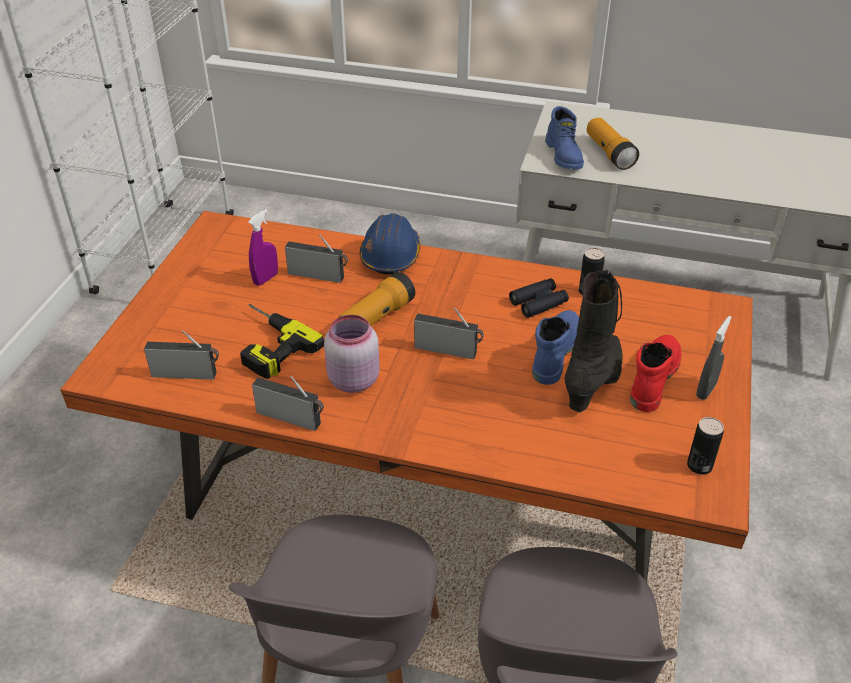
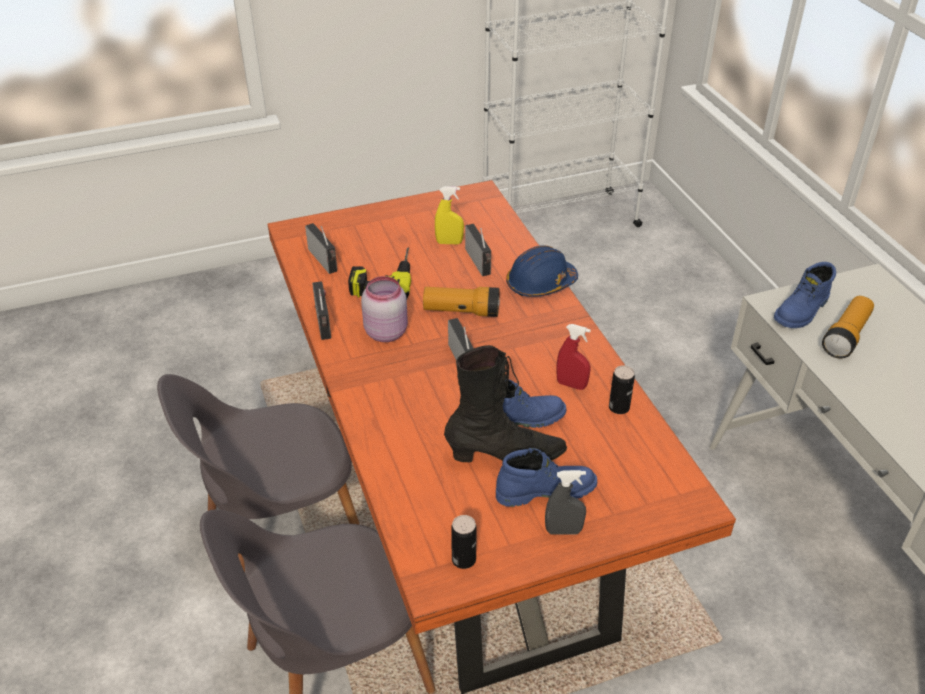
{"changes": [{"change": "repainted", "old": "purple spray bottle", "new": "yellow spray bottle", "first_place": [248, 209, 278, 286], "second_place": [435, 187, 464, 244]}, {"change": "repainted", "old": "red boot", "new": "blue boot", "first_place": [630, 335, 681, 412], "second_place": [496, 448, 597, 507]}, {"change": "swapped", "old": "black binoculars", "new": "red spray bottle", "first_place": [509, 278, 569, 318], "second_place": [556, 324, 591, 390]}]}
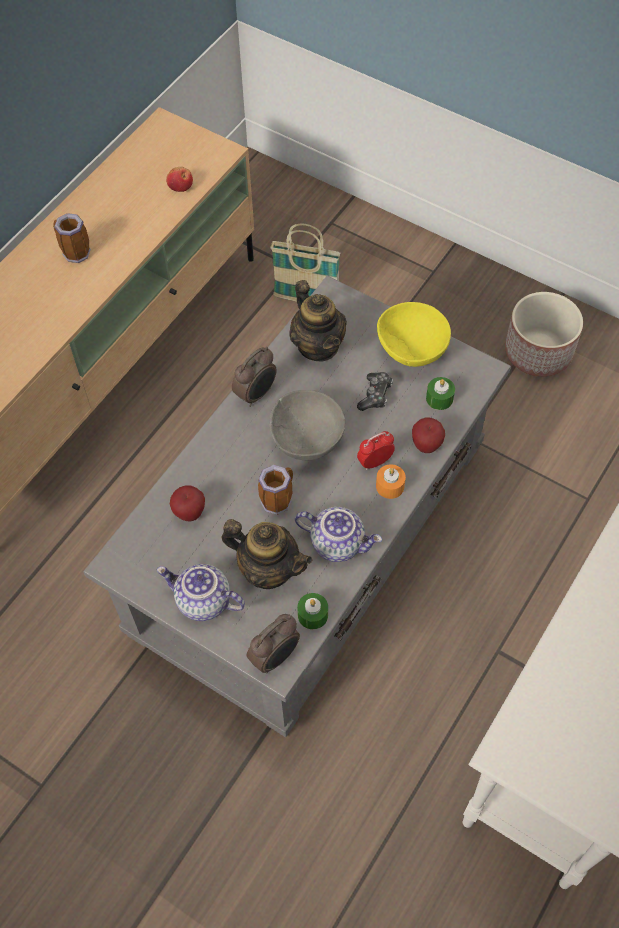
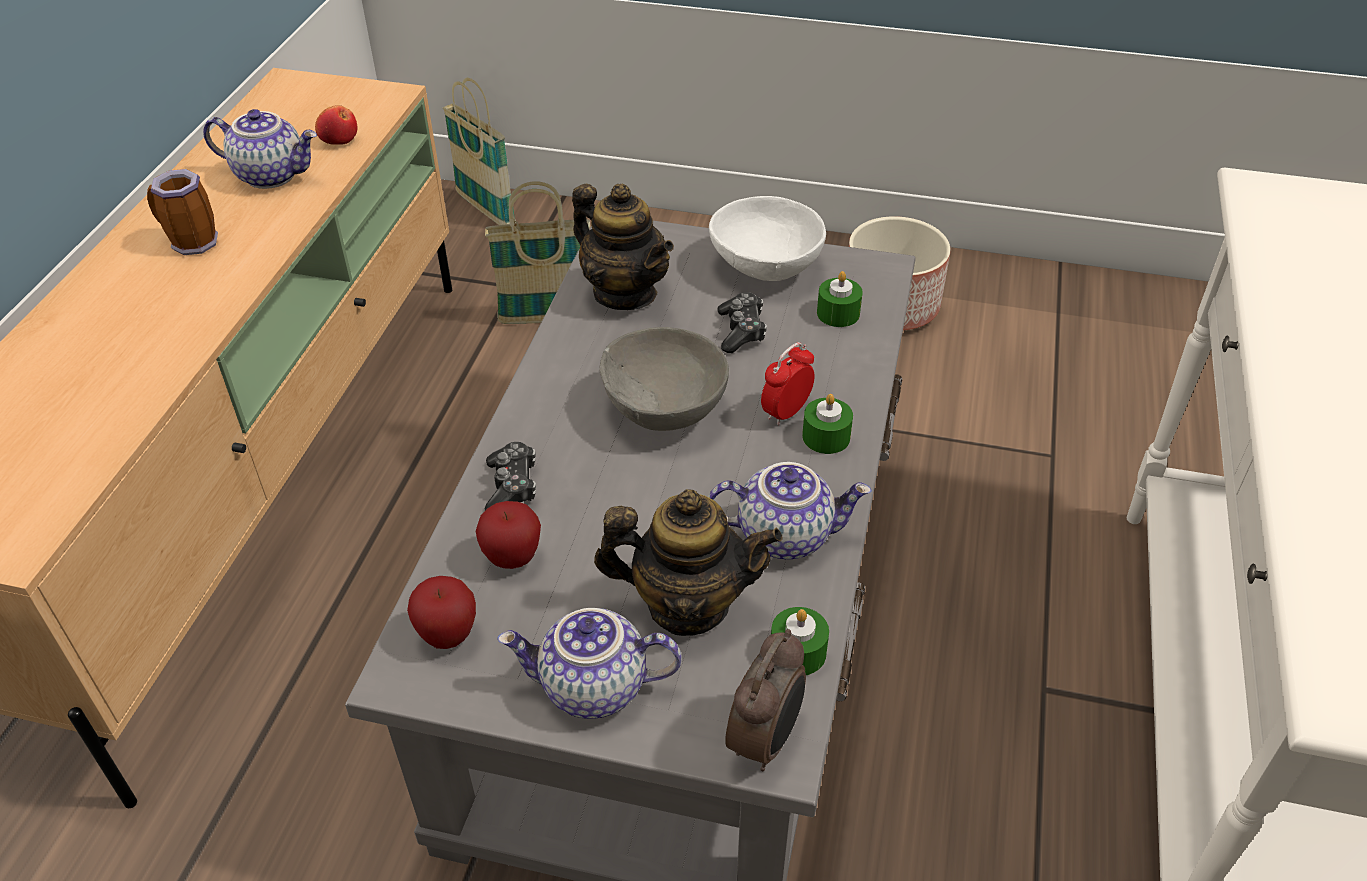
{"changes": [{"change": "new", "new": "teapot", "second_place": [203, 109, 317, 189]}, {"change": "shifted", "old": "apple", "first_place": [412, 417, 445, 453], "second_place": [407, 576, 476, 649]}, {"change": "new", "new": "basket", "second_place": [442, 78, 516, 225]}, {"change": "new", "new": "game controller", "second_place": [485, 442, 536, 510]}, {"change": "repainted", "old": "yellow bowl", "new": "white bowl", "first_place": [377, 302, 451, 367], "second_place": [709, 196, 826, 281]}, {"change": "repainted", "old": "orange candle", "new": "green candle", "first_place": [376, 464, 406, 499], "second_place": [802, 394, 853, 454]}, {"change": "gone", "old": "alarm clock", "first_place": [232, 347, 277, 407]}, {"change": "gone", "old": "mug", "first_place": [258, 465, 293, 515]}]}
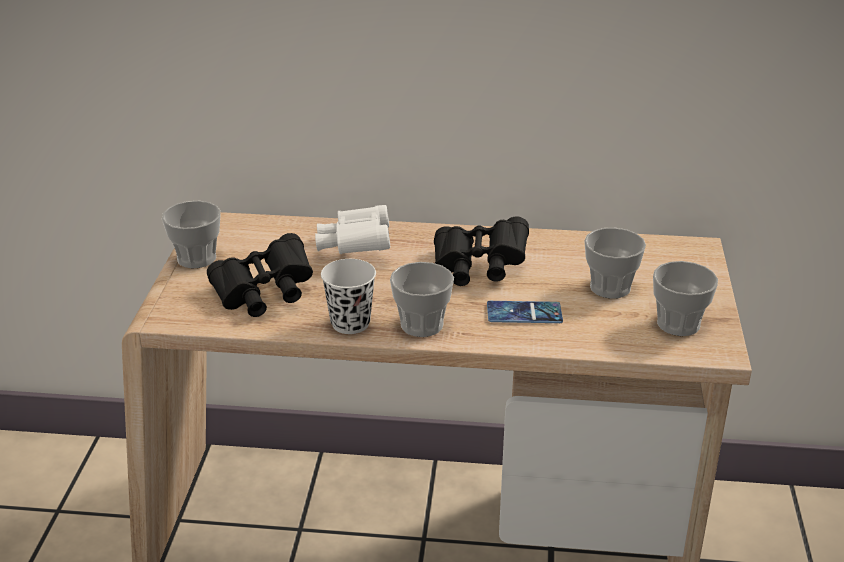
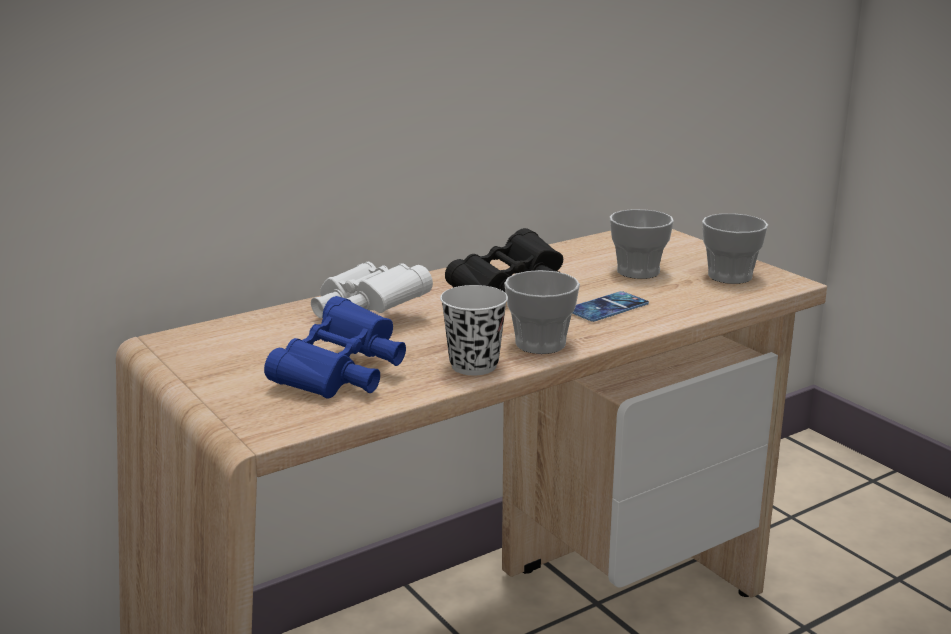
{"changes": [{"change": "repainted", "old": "black binoculars", "new": "blue binoculars", "first_place": [207, 233, 313, 317], "second_place": [264, 296, 406, 399]}, {"change": "gone", "old": "cup", "first_place": [162, 201, 221, 268]}]}
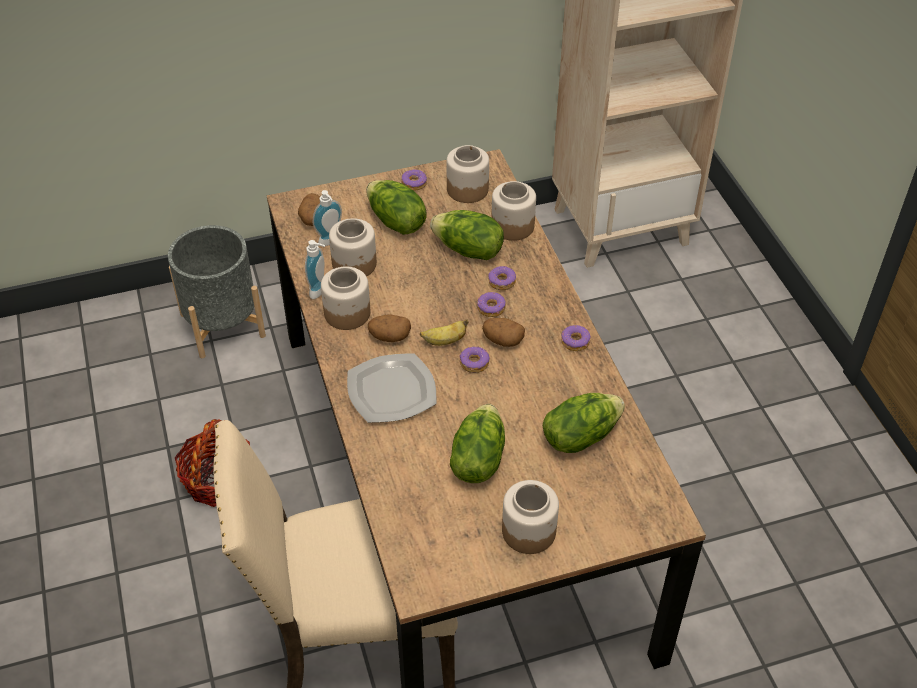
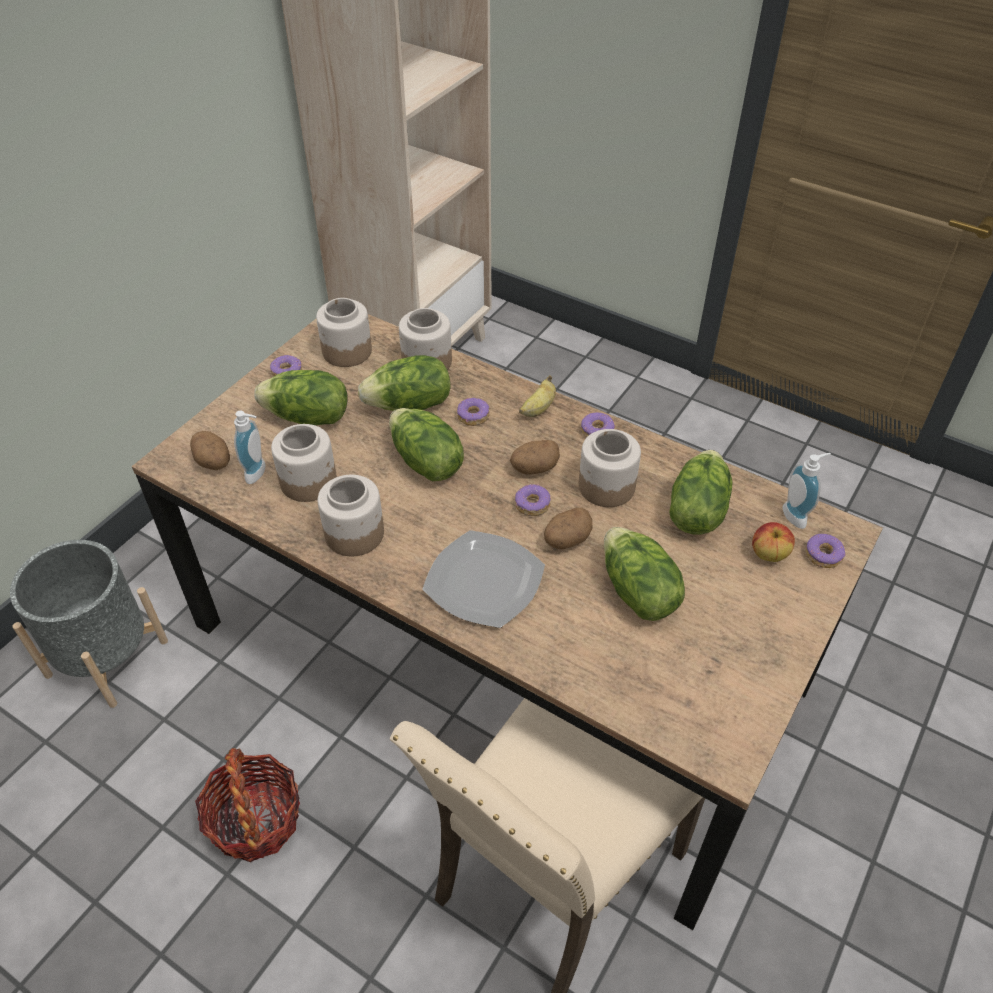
{"changes": [{"change": "new", "new": "lettuce", "second_place": [389, 408, 464, 481]}, {"change": "shifted", "old": "banana", "first_place": [420, 319, 469, 346], "second_place": [519, 375, 556, 417]}, {"change": "shifted", "old": "potato", "first_place": [368, 314, 411, 342], "second_place": [544, 508, 593, 549]}, {"change": "shifted", "old": "jar", "first_place": [502, 480, 559, 554], "second_place": [579, 429, 641, 507]}, {"change": "new", "new": "apple", "second_place": [752, 522, 795, 562]}, {"change": "shifted", "old": "soap dispenser", "first_place": [305, 240, 325, 299], "second_place": [782, 453, 831, 529]}, {"change": "shifted", "old": "donut", "first_place": [477, 292, 506, 317], "second_place": [806, 534, 846, 568]}]}
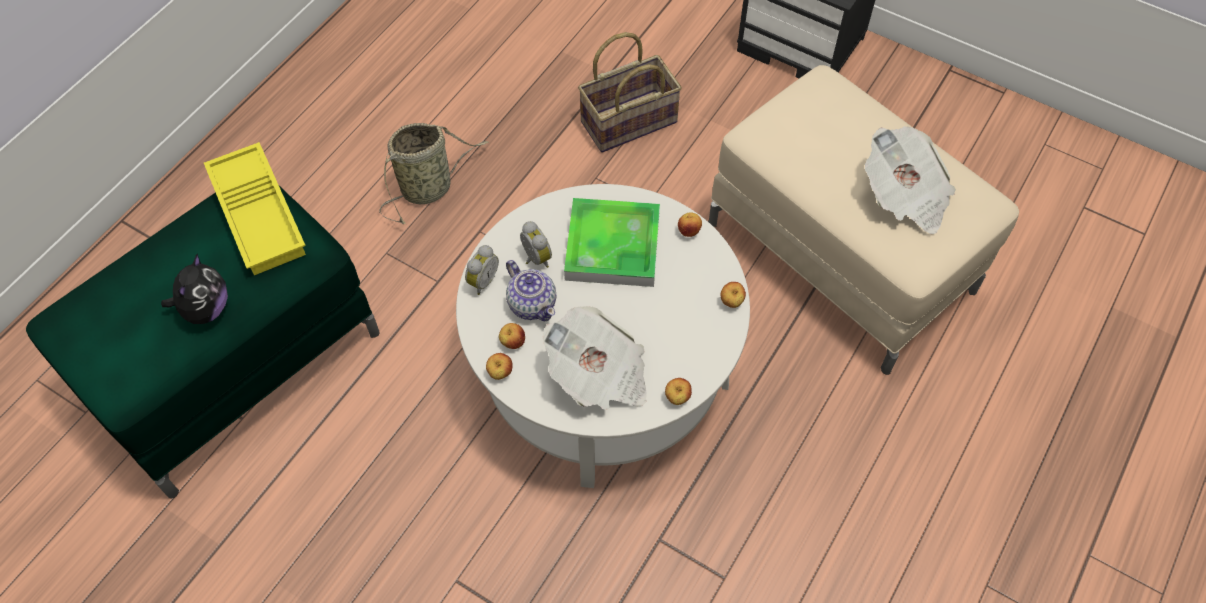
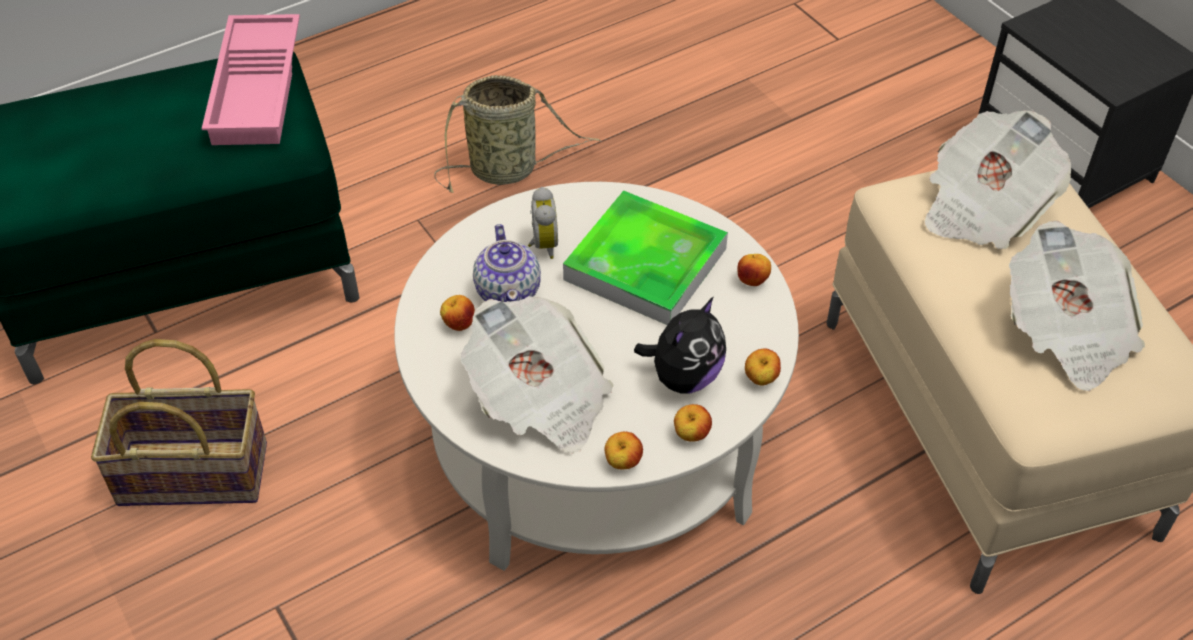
{"changes": [{"change": "shifted", "old": "basket", "first_place": [578, 32, 682, 152], "second_place": [91, 339, 267, 506]}, {"change": "repainted", "old": "yellow tray", "new": "pink tray", "first_place": [204, 142, 306, 275], "second_place": [202, 14, 300, 145]}, {"change": "shifted", "old": "plush toy", "first_place": [161, 254, 228, 324], "second_place": [634, 297, 726, 393]}, {"change": "shifted", "old": "apple", "first_place": [486, 353, 513, 380], "second_place": [674, 404, 712, 441]}, {"change": "new", "new": "newspaper", "second_place": [924, 110, 1071, 249]}, {"change": "gone", "old": "alarm clock", "first_place": [465, 245, 499, 295]}]}
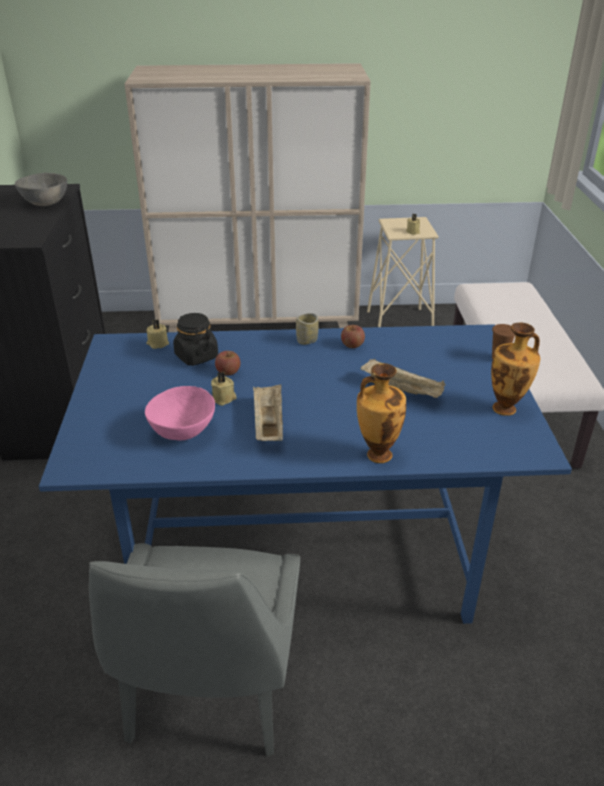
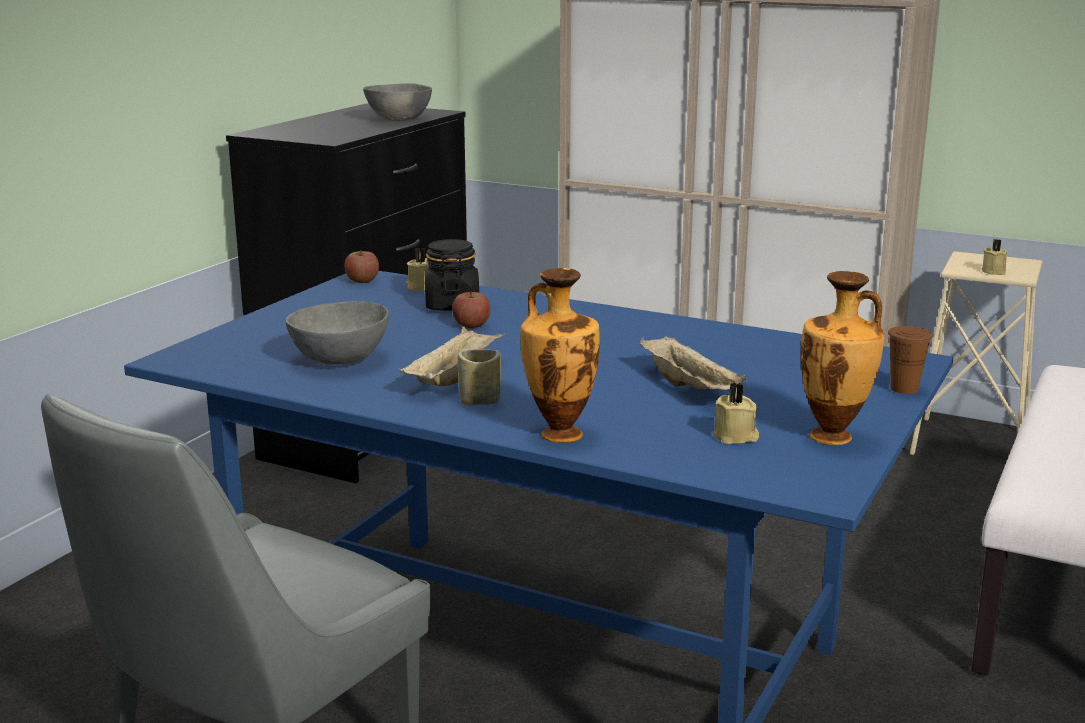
{"changes": [{"change": "repainted", "old": "pink bowl", "new": "grey bowl", "first_place": [145, 386, 215, 440], "second_place": [286, 301, 389, 365]}, {"change": "shifted", "old": "apple", "first_place": [341, 325, 365, 348], "second_place": [344, 250, 379, 283]}, {"change": "shifted", "old": "cup", "first_place": [296, 313, 318, 345], "second_place": [458, 350, 501, 405]}, {"change": "shifted", "old": "beige candle", "first_place": [211, 372, 236, 406], "second_place": [712, 383, 759, 444]}]}
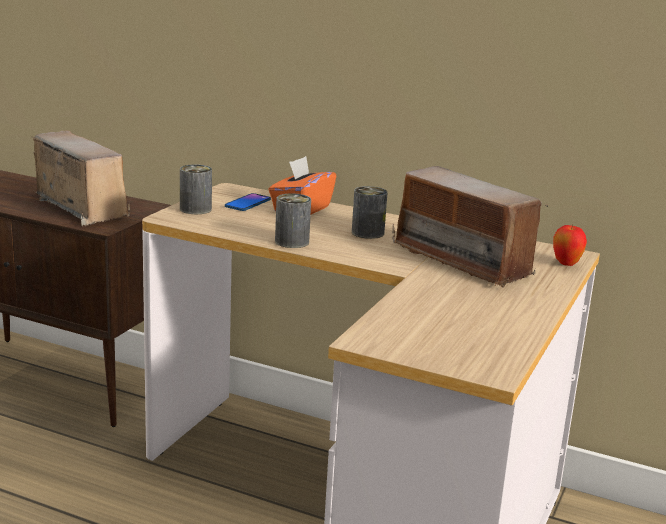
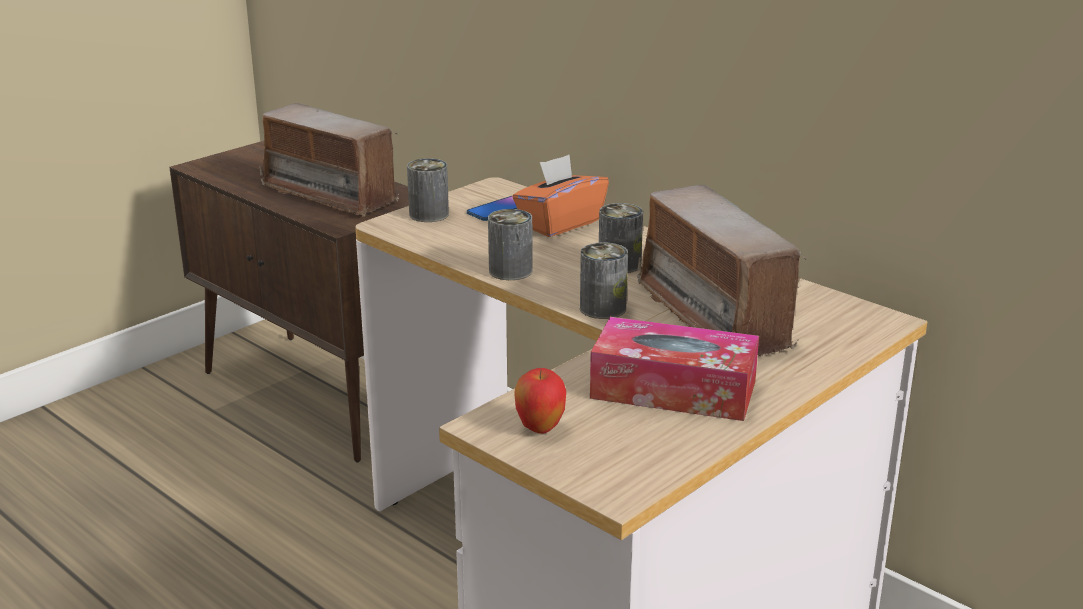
{"changes": [{"change": "rotated", "old": "radio", "first_place": [31, 130, 130, 226], "second_place": [260, 103, 399, 217], "degrees": 150}, {"change": "shifted", "old": "apple", "first_place": [553, 224, 587, 266], "second_place": [514, 368, 566, 434]}, {"change": "new", "new": "can", "second_place": [580, 242, 628, 319]}, {"change": "new", "new": "tissue box", "second_place": [590, 317, 759, 421]}]}
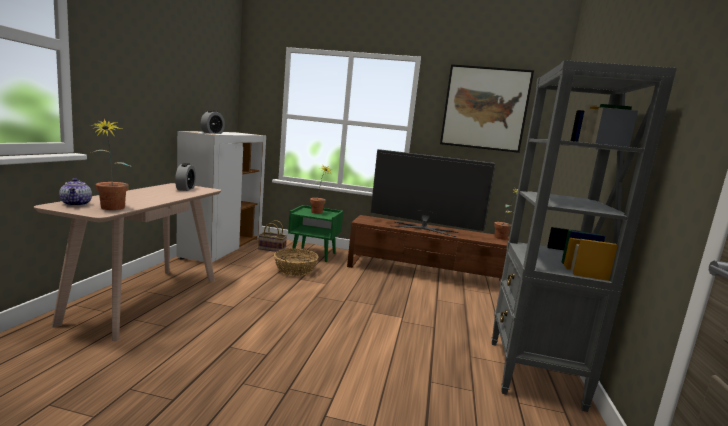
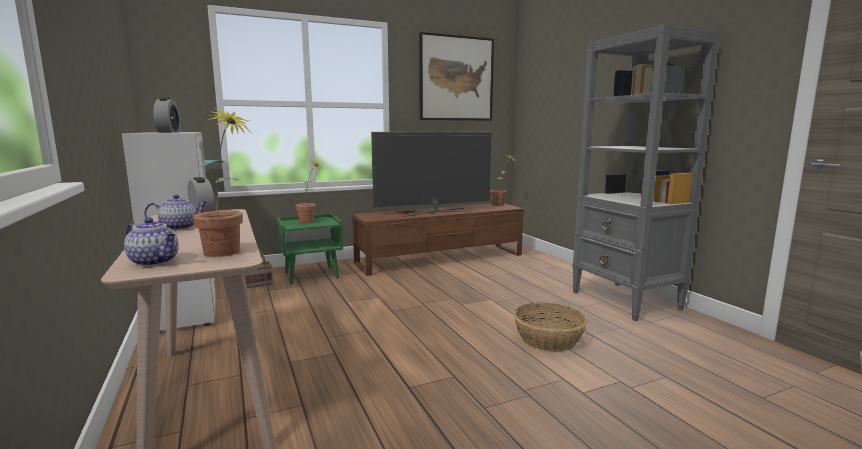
{"changes": [{"change": "new", "new": "teapot", "second_place": [144, 194, 208, 230]}, {"change": "shifted", "old": "basket", "first_place": [274, 248, 319, 276], "second_place": [514, 302, 587, 352]}]}
